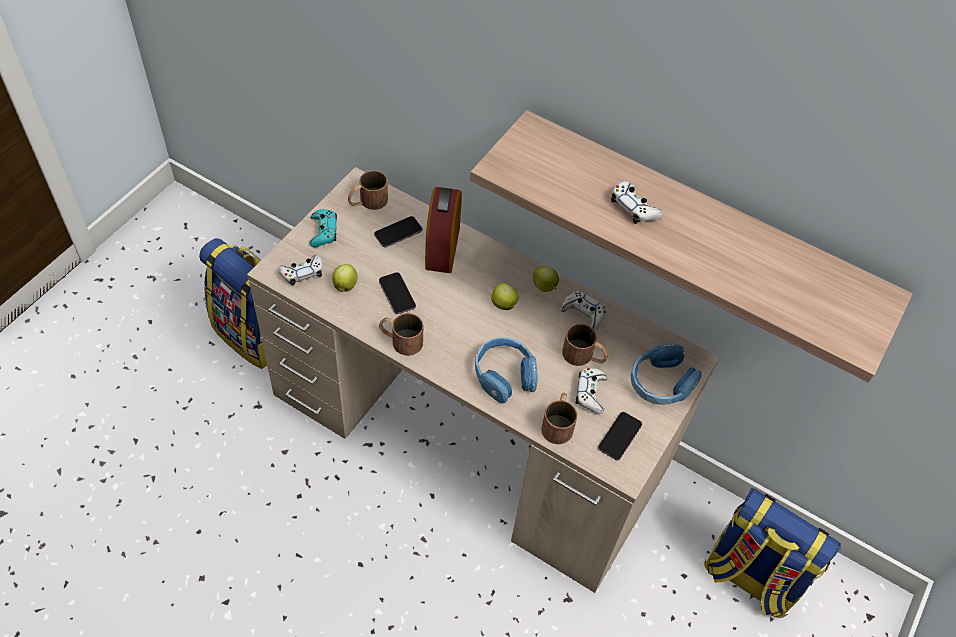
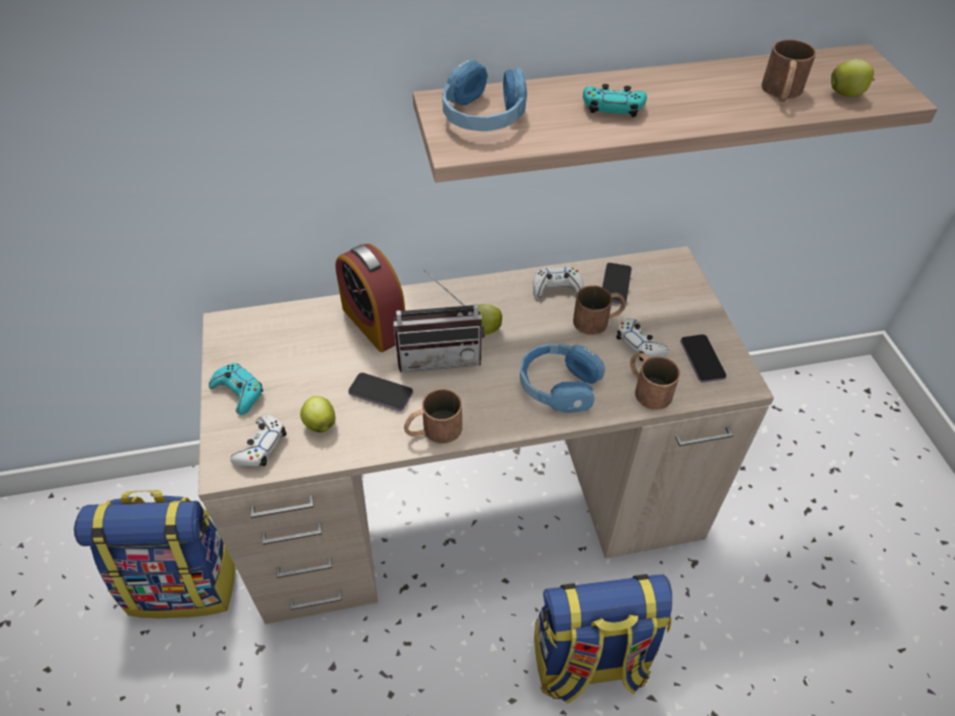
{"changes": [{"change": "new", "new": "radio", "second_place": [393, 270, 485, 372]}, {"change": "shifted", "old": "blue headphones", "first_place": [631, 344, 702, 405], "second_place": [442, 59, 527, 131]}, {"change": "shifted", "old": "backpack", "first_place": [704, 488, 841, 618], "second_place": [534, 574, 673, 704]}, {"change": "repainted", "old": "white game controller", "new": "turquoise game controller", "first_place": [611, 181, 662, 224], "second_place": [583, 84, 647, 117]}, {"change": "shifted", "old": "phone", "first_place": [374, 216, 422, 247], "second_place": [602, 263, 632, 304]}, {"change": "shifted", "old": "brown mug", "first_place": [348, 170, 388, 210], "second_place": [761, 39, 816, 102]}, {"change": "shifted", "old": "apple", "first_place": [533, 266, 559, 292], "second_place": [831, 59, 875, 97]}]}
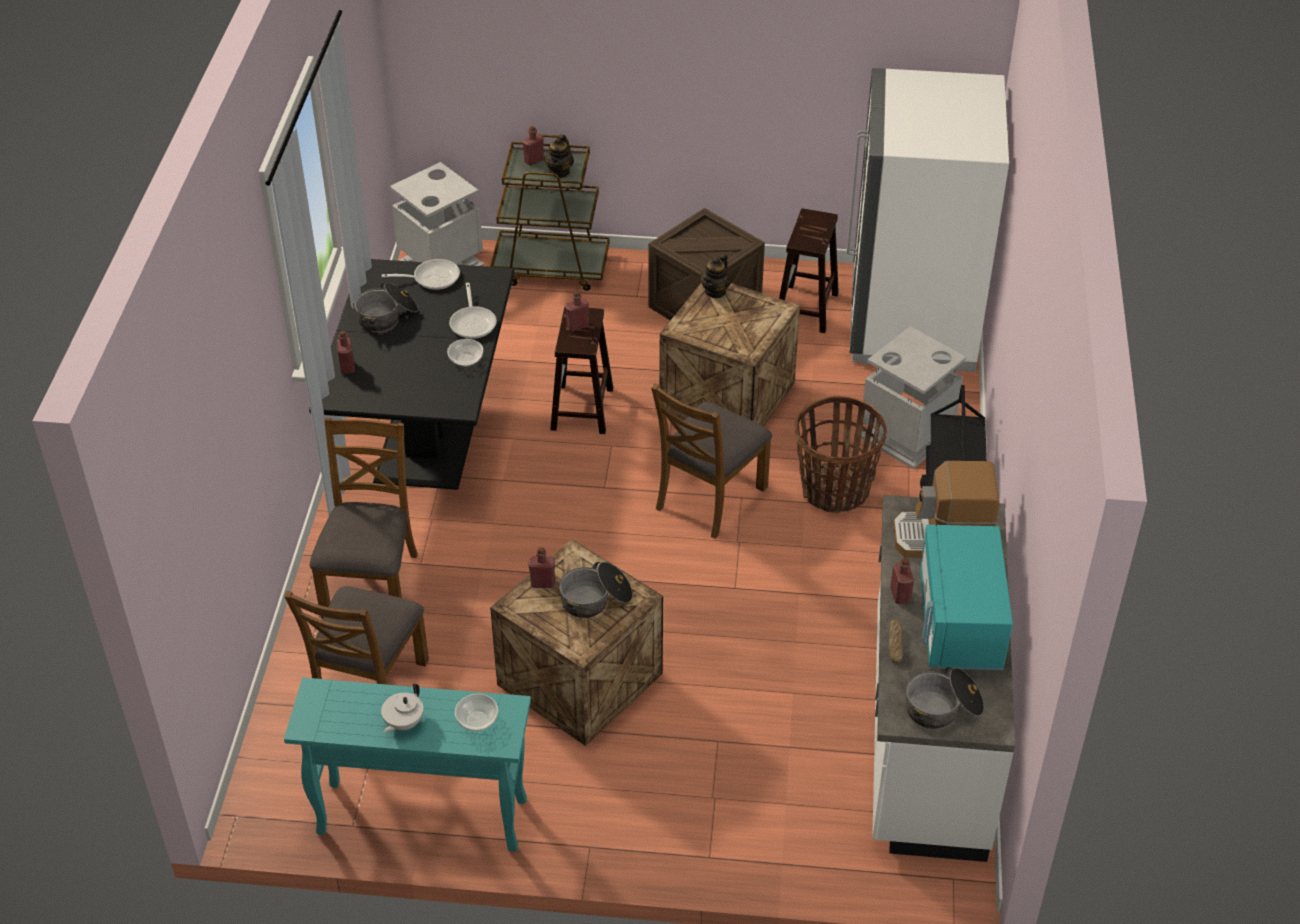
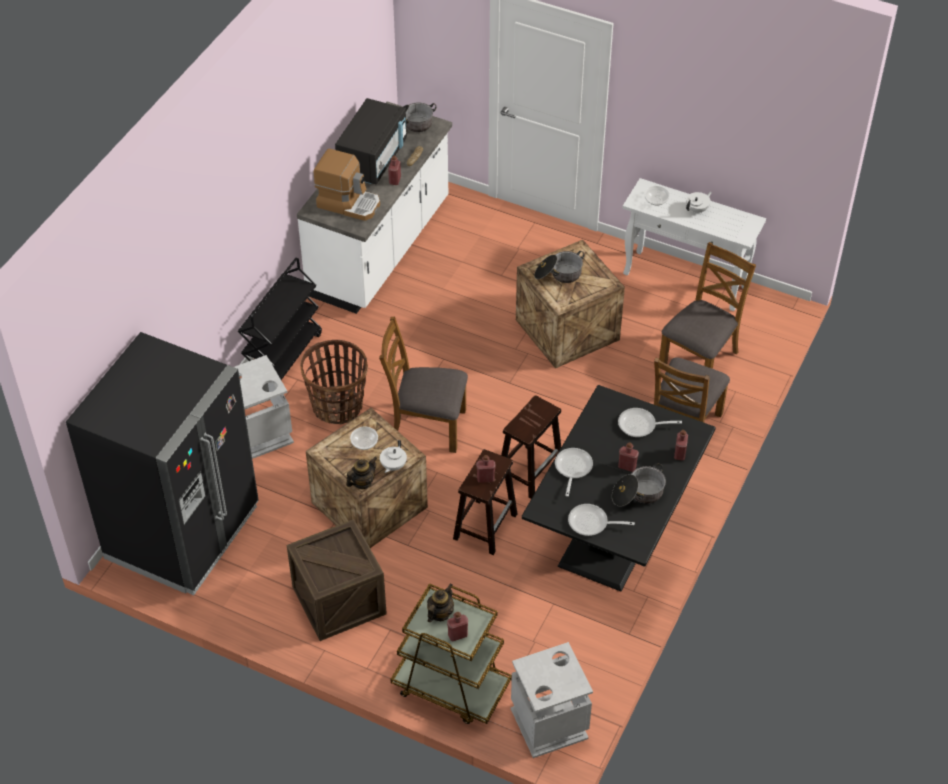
{"changes": [{"change": "repainted", "old": "white fridge", "new": "black fridge", "first_place": [847, 68, 1009, 372], "second_place": [66, 332, 259, 595]}, {"change": "repainted", "old": "turquoise microwave", "new": "black microwave", "first_place": [920, 524, 1013, 670], "second_place": [335, 98, 407, 185]}, {"change": "shifted", "old": "bowl", "first_place": [447, 339, 483, 367], "second_place": [350, 427, 378, 450]}, {"change": "rotated", "old": "brown chair", "first_place": [651, 383, 772, 539], "second_place": [379, 316, 468, 453], "degrees": -135}, {"change": "new", "new": "white teapot", "second_place": [380, 440, 407, 473]}, {"change": "shifted", "old": "brown stool", "first_place": [779, 208, 839, 333], "second_place": [501, 395, 561, 499]}, {"change": "new", "new": "frying pan", "second_place": [618, 408, 682, 437]}, {"change": "shifted", "old": "red bottle", "first_place": [528, 547, 555, 588], "second_place": [618, 442, 639, 472]}, {"change": "repainted", "old": "turquoise console table", "new": "white console table", "first_place": [284, 678, 531, 852], "second_place": [623, 178, 766, 311]}]}
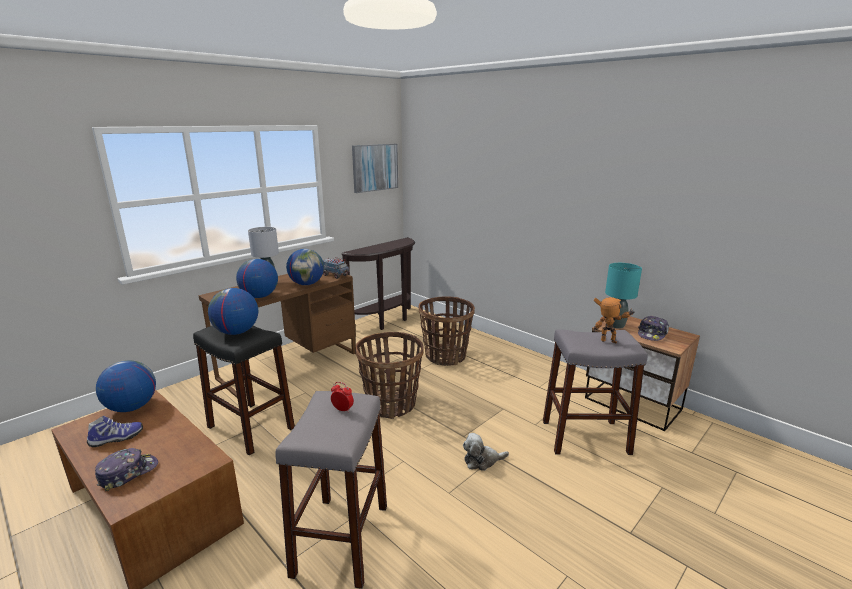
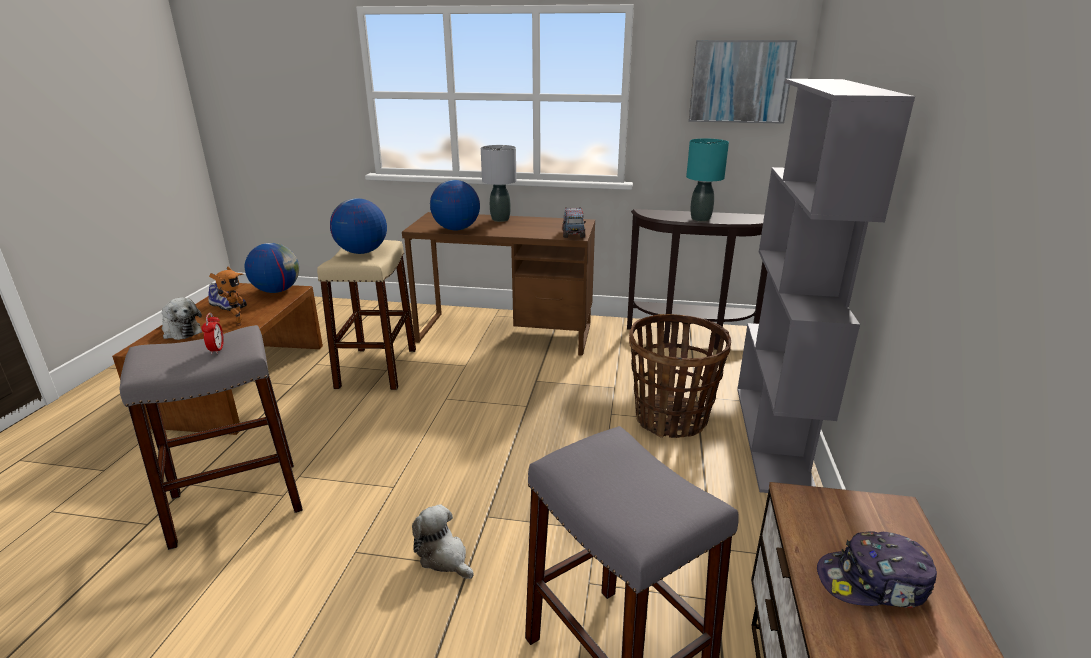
{"changes": [{"change": "swapped", "old": "cap", "new": "plush toy", "first_place": [95, 448, 158, 491], "second_place": [162, 297, 202, 340]}, {"change": "shifted", "old": "toy robot", "first_place": [594, 297, 635, 343], "second_place": [209, 266, 244, 326]}, {"change": "repainted", "old": "black stool", "new": "beige stool", "first_place": [193, 325, 295, 456], "second_place": [317, 240, 416, 390]}, {"change": "shifted", "old": "turquoise table lamp", "first_place": [605, 263, 642, 329], "second_place": [686, 138, 729, 222]}, {"change": "new", "new": "grey bookcase", "second_place": [737, 79, 915, 493]}, {"change": "gone", "old": "globe", "first_place": [286, 249, 324, 285]}, {"change": "gone", "old": "basket", "first_place": [355, 332, 424, 419]}]}
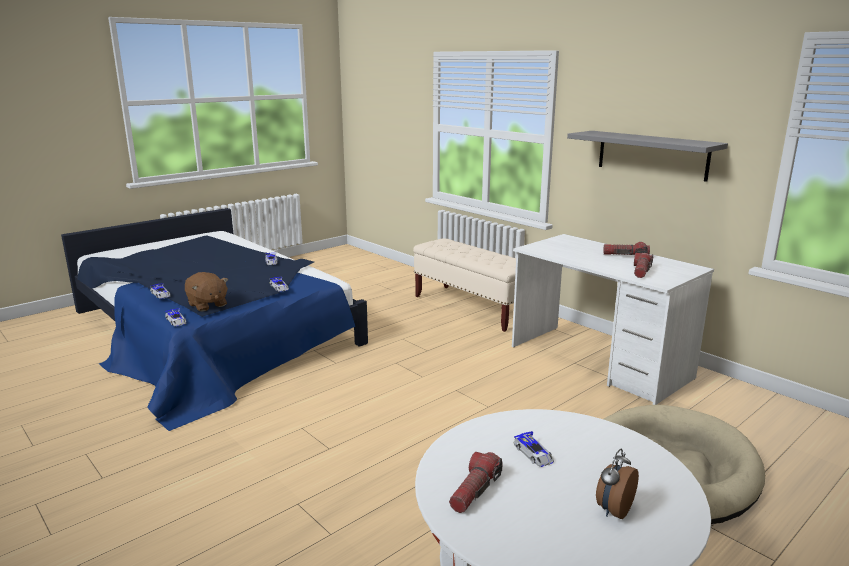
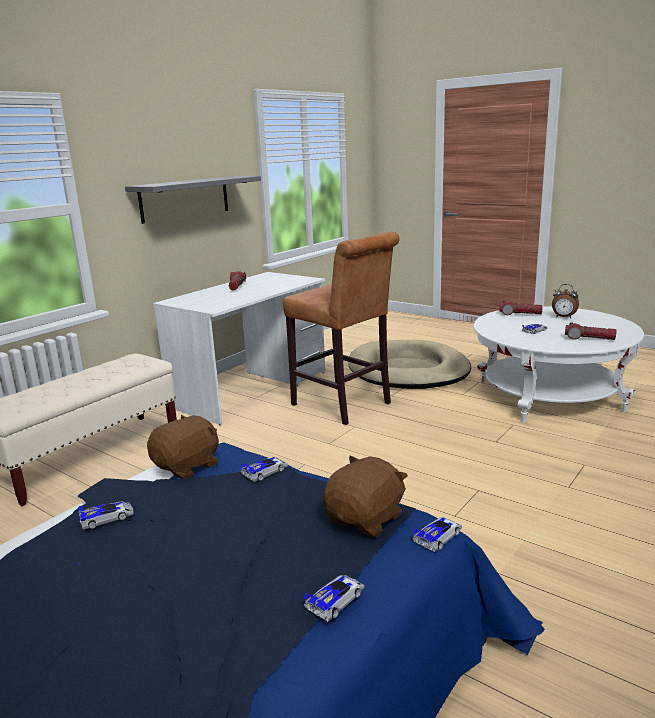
{"changes": [{"change": "new", "new": "brown plush toy", "second_place": [147, 415, 219, 479]}, {"change": "new", "new": "brown stool", "second_place": [283, 232, 399, 425]}, {"change": "shifted", "old": "flashlight", "first_place": [634, 253, 653, 278], "second_place": [499, 301, 543, 315]}]}
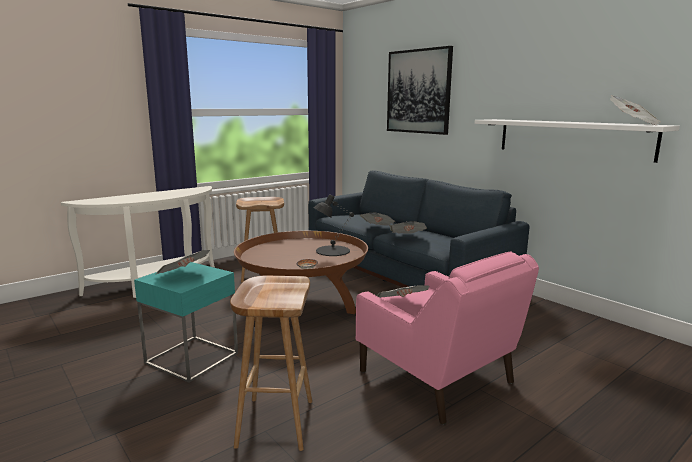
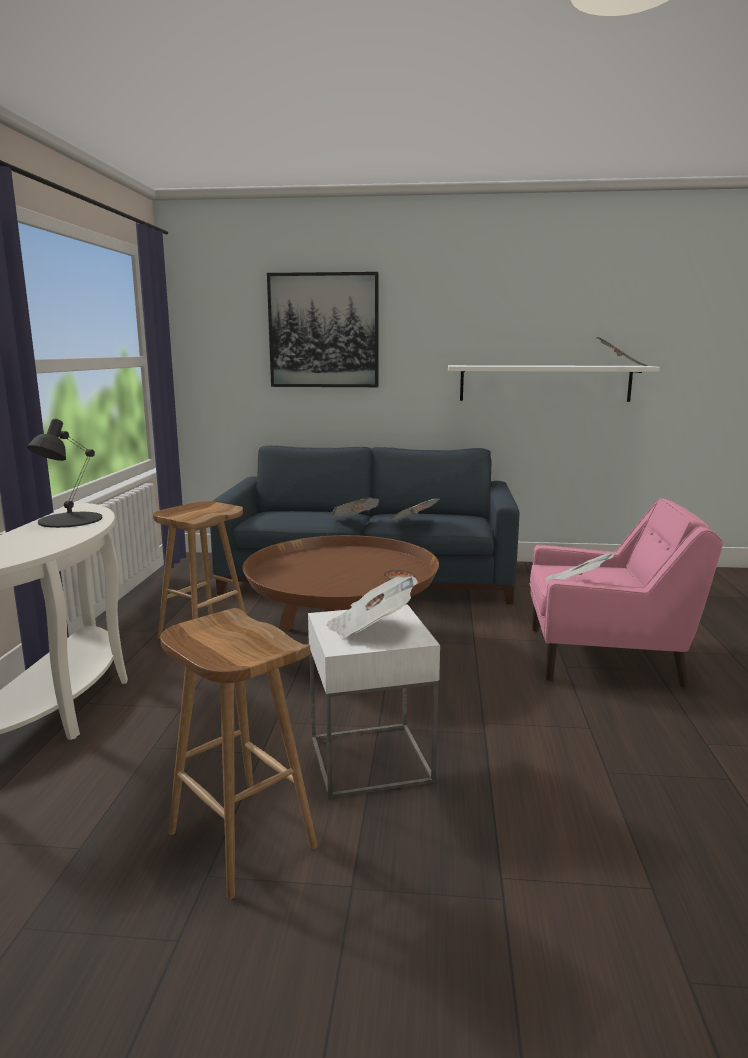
{"changes": [{"change": "shifted", "old": "black table lamp", "first_place": [314, 194, 354, 256], "second_place": [27, 419, 102, 528]}, {"change": "shifted", "old": "brown stool", "first_place": [230, 276, 312, 451], "second_place": [160, 608, 317, 899]}, {"change": "repainted", "old": "turquoise side table", "new": "white side table", "first_place": [134, 262, 238, 383], "second_place": [308, 604, 440, 799]}]}
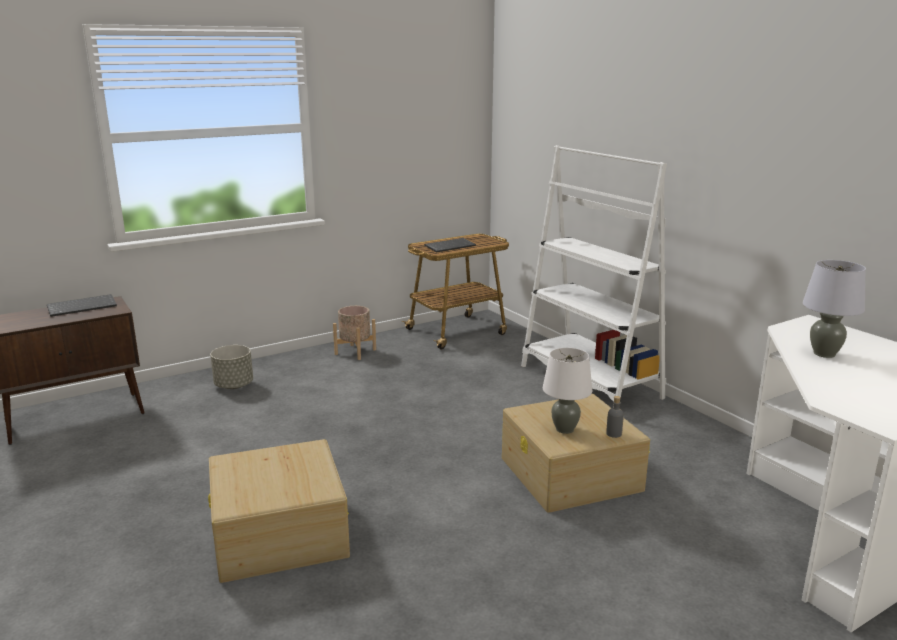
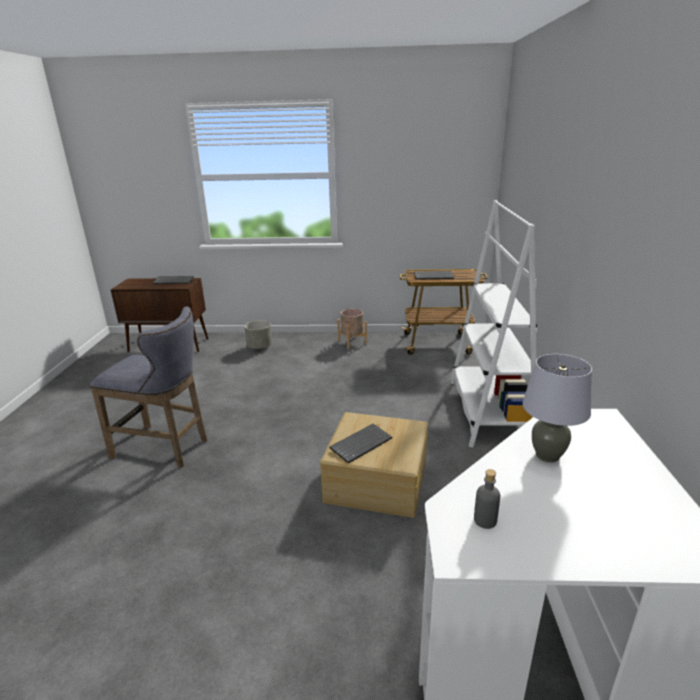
{"changes": [{"change": "swapped", "old": "beige storage box", "new": "grey stool", "first_place": [208, 439, 350, 583], "second_place": [90, 307, 207, 468]}, {"change": "swapped", "old": "white table lamp", "new": "keyboard", "first_place": [543, 348, 592, 434], "second_place": [329, 424, 392, 463]}, {"change": "shifted", "old": "grey bottle", "first_place": [606, 396, 624, 438], "second_place": [474, 469, 500, 529]}]}
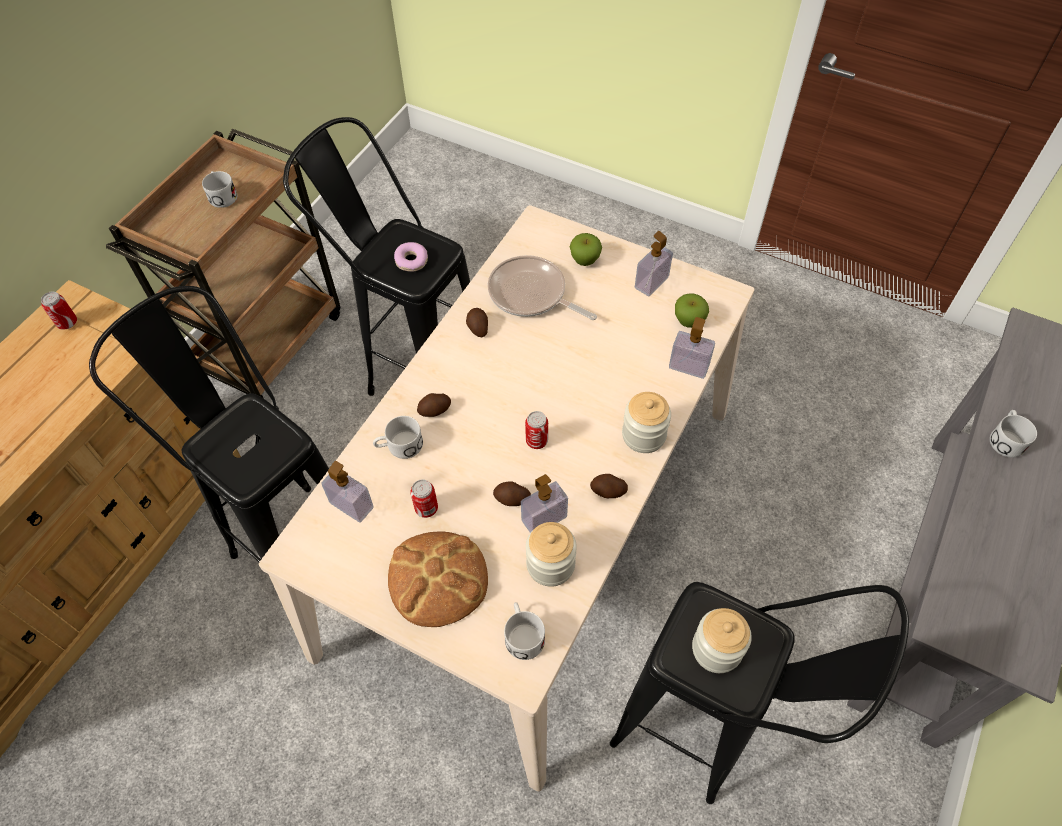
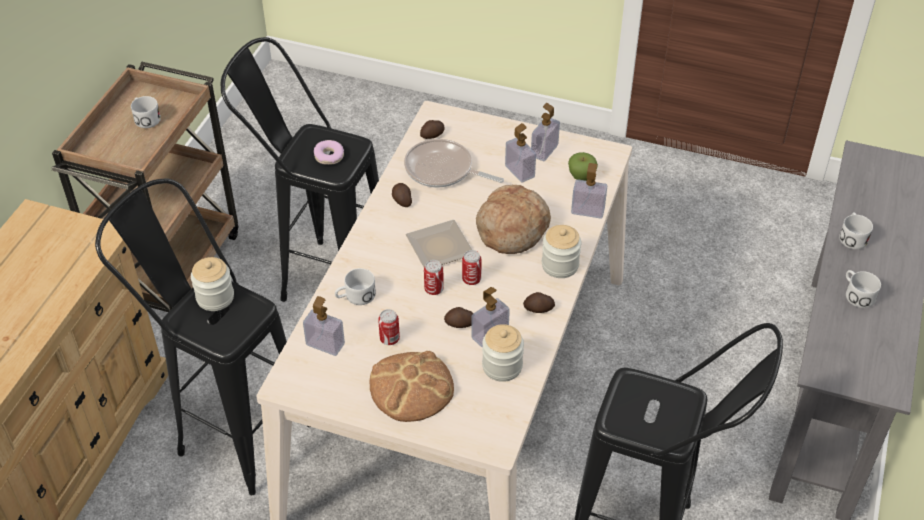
{"changes": [{"change": "shifted", "old": "jar", "first_place": [692, 608, 752, 673], "second_place": [191, 257, 234, 311]}, {"change": "new", "new": "plate", "second_place": [405, 219, 472, 267]}, {"change": "shifted", "old": "potato", "first_place": [417, 393, 451, 417], "second_place": [420, 120, 445, 139]}, {"change": "shifted", "old": "can", "first_place": [41, 291, 77, 330], "second_place": [424, 260, 444, 295]}, {"change": "new", "new": "bread", "second_place": [476, 185, 551, 254]}, {"change": "new", "new": "soap dispenser", "second_place": [505, 123, 536, 182]}, {"change": "shifted", "old": "white mug", "first_place": [504, 602, 545, 660], "second_place": [846, 270, 881, 308]}, {"change": "gone", "old": "apple", "first_place": [570, 233, 602, 266]}]}
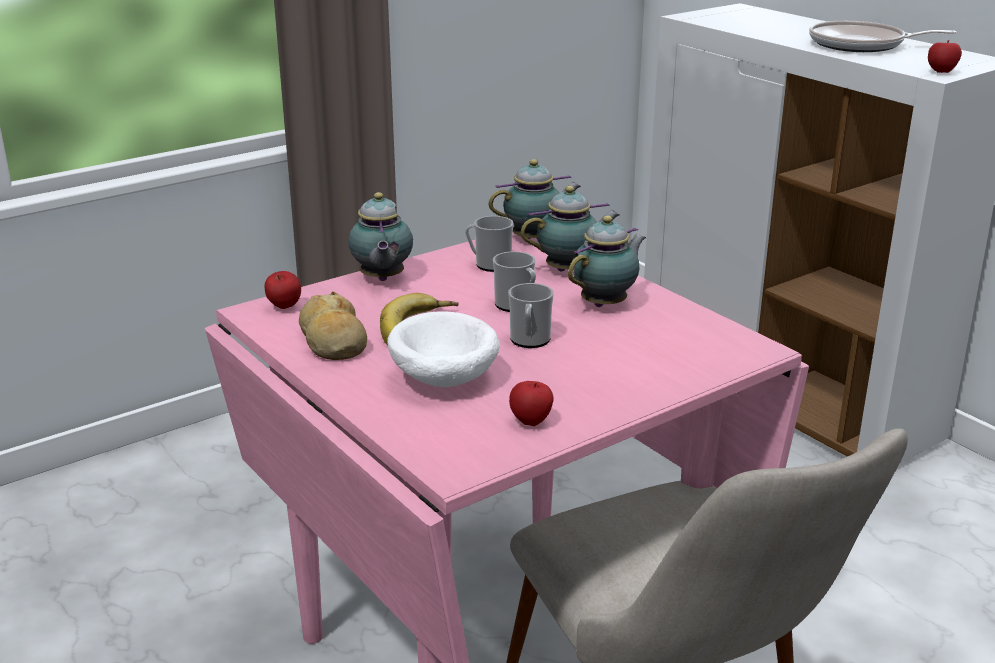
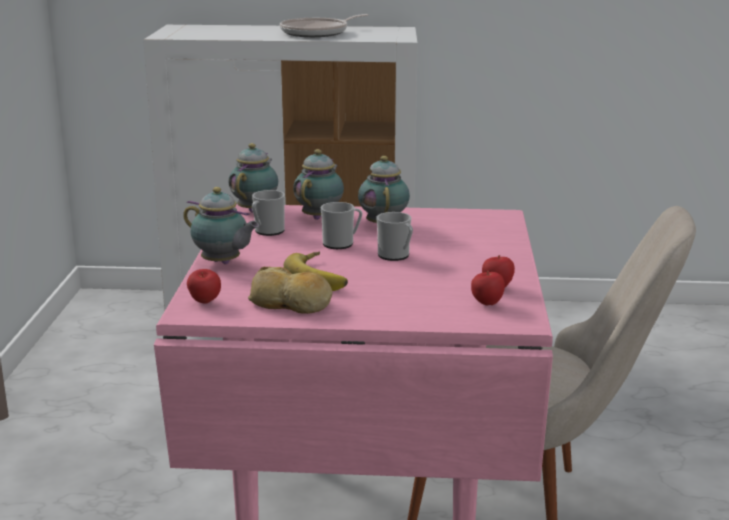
{"changes": [{"change": "shifted", "old": "apple", "first_place": [928, 40, 962, 73], "second_place": [471, 271, 505, 306]}, {"change": "gone", "old": "white bowl", "first_place": [388, 311, 500, 387]}]}
